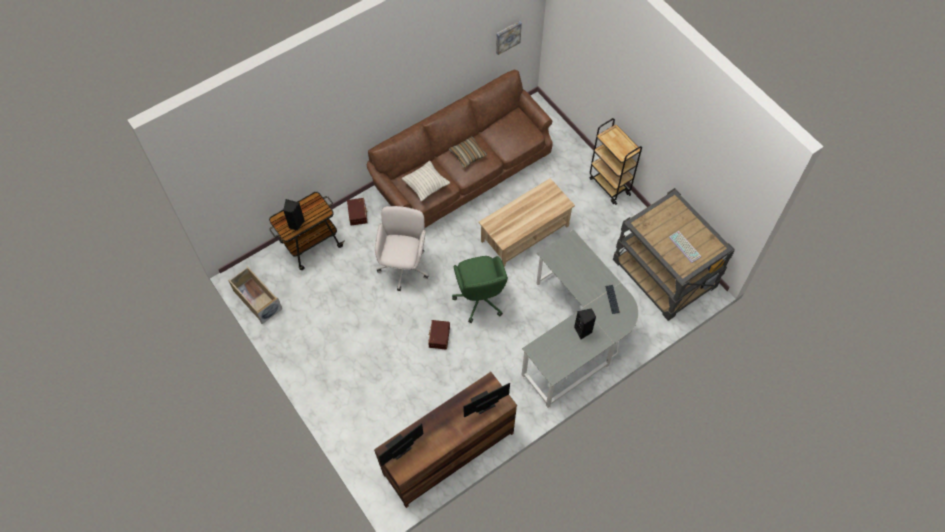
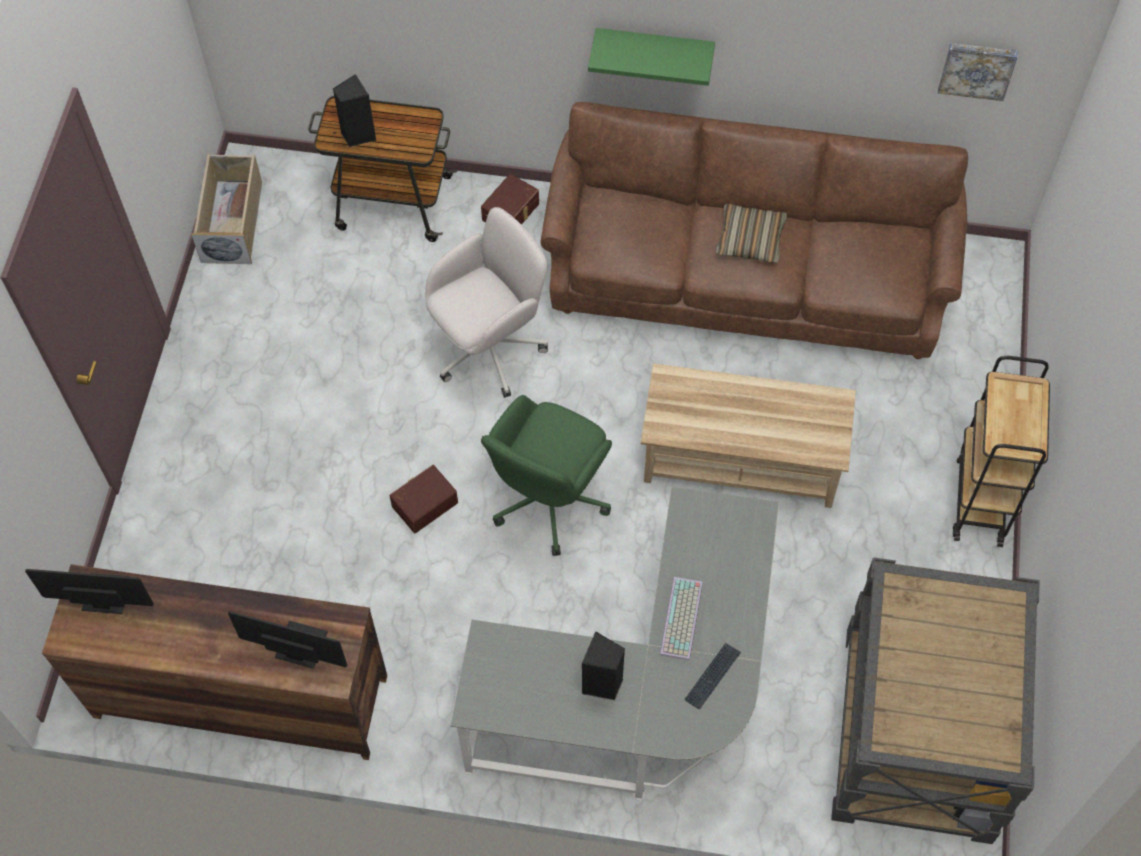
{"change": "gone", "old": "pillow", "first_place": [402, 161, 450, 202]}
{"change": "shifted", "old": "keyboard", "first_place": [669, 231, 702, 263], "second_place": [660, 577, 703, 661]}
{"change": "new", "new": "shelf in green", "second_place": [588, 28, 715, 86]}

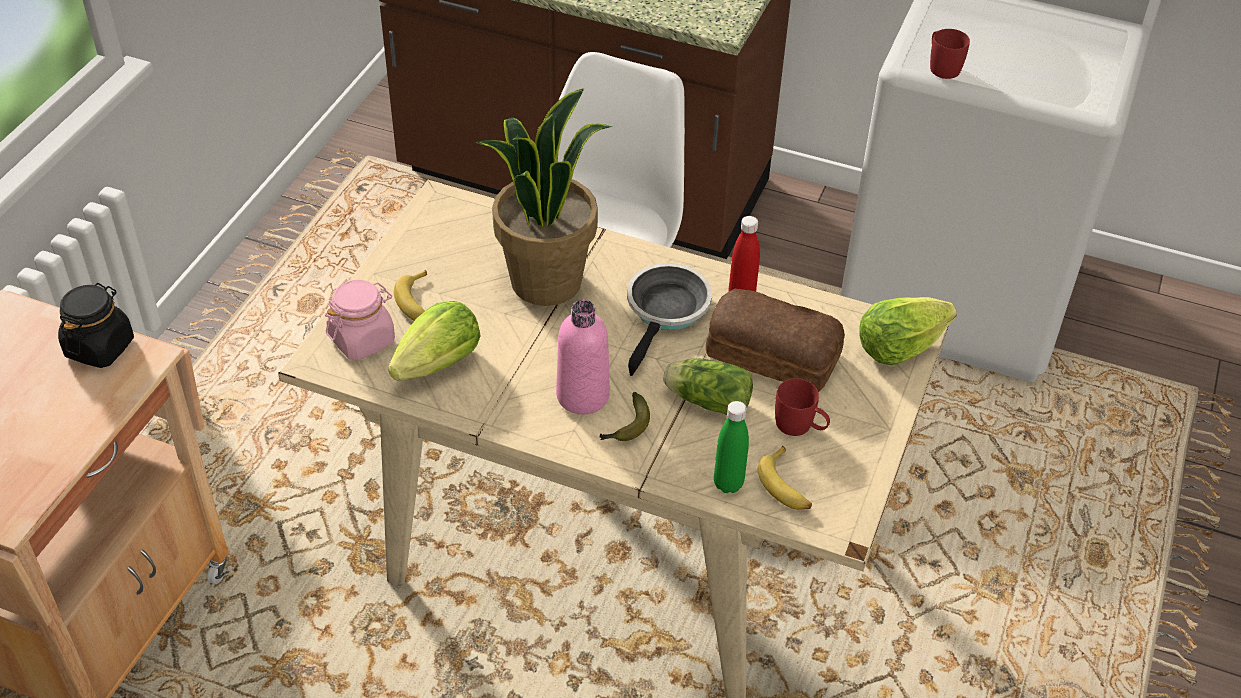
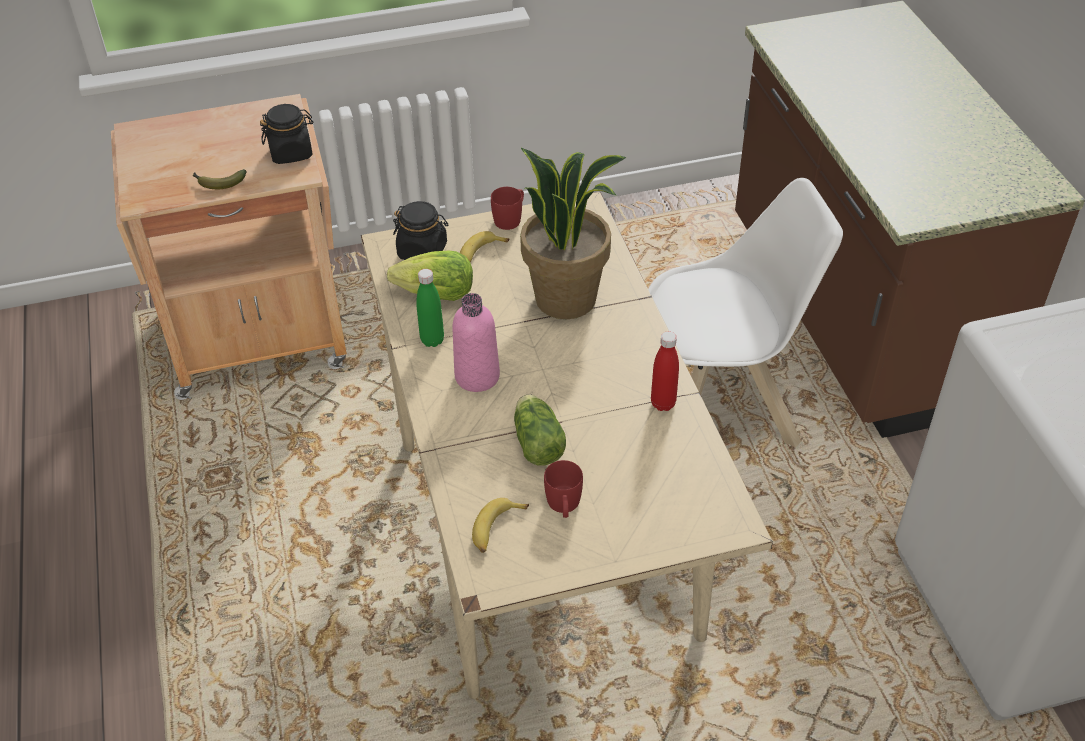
{"change": "repainted", "old": "jar in pink", "new": "jar in black", "first_place": [325, 280, 395, 361], "second_place": [393, 201, 448, 260]}
{"change": "shifted", "old": "banana", "first_place": [600, 392, 650, 441], "second_place": [193, 169, 247, 189]}
{"change": "gone", "old": "frying pan", "first_place": [627, 263, 712, 376]}
{"change": "gone", "old": "bread", "first_place": [706, 289, 845, 393]}
{"change": "shifted", "old": "bottle in green", "first_place": [714, 401, 749, 493], "second_place": [416, 269, 444, 347]}
{"change": "gone", "old": "lettuce", "first_place": [859, 297, 957, 365]}
{"change": "shifted", "old": "mug in red", "first_place": [930, 29, 970, 79], "second_place": [491, 187, 524, 230]}

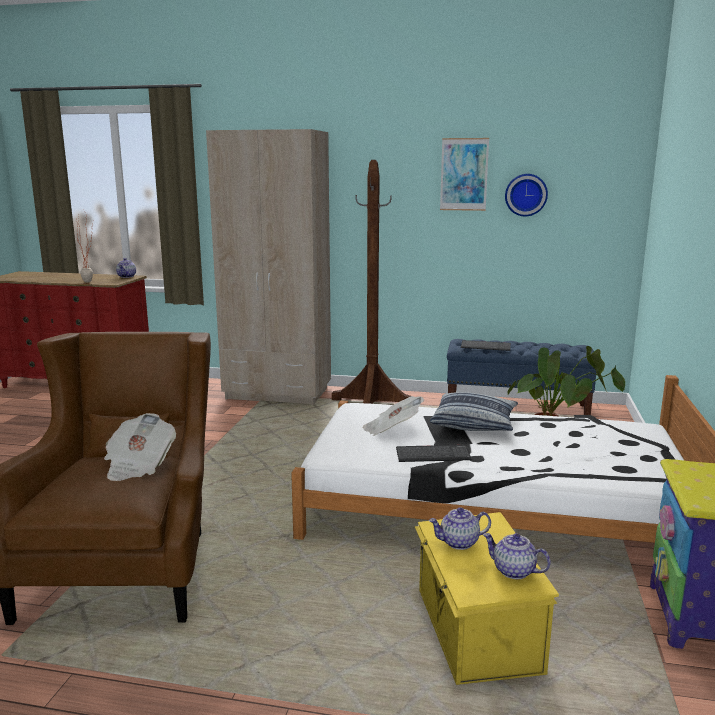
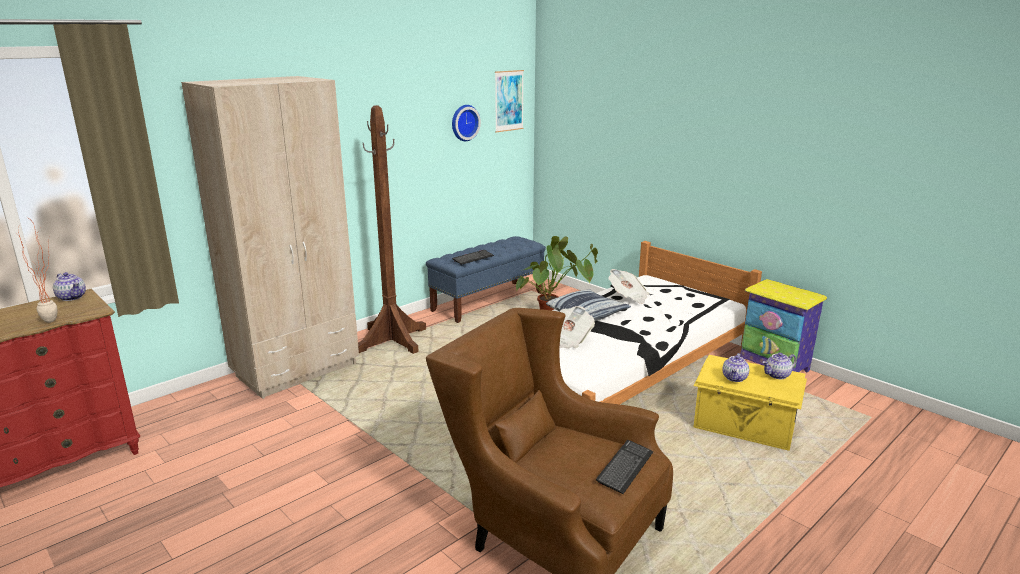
{"change": "shifted", "old": "newspaper", "first_place": [104, 413, 176, 481], "second_place": [608, 269, 649, 304]}
{"change": "shifted", "old": "keyboard", "first_place": [396, 445, 471, 462], "second_place": [596, 440, 653, 494]}
{"change": "shifted", "old": "picture", "first_place": [440, 138, 489, 211], "second_place": [495, 70, 524, 132]}

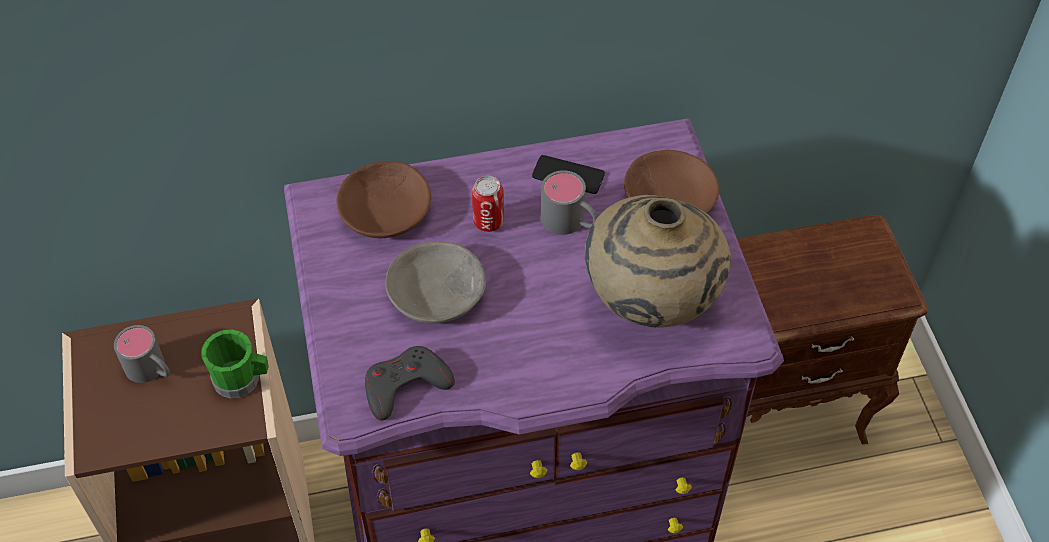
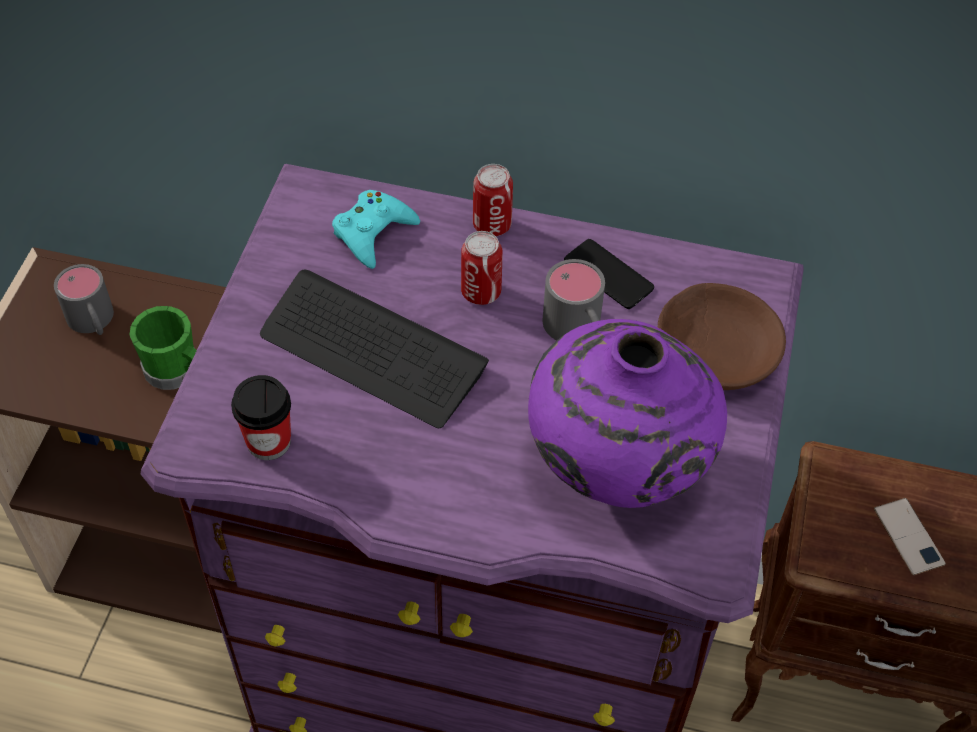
{"change": "swapped", "old": "bowl in brown", "new": "game controller in turquoise", "first_place": [336, 161, 431, 238], "second_place": [332, 190, 420, 269]}
{"change": "swapped", "old": "game controller in grey", "new": "cup", "first_place": [365, 346, 455, 421], "second_place": [231, 375, 291, 460]}
{"change": "swapped", "old": "bowl in grey", "new": "keyboard", "first_place": [385, 241, 486, 324], "second_place": [260, 270, 489, 428]}
{"change": "repainted", "old": "vase in beige", "new": "vase in purple", "first_place": [584, 195, 731, 328], "second_place": [528, 319, 727, 508]}
{"change": "new", "new": "can", "second_place": [473, 164, 513, 236]}
{"change": "new", "new": "phone", "second_place": [874, 498, 946, 575]}

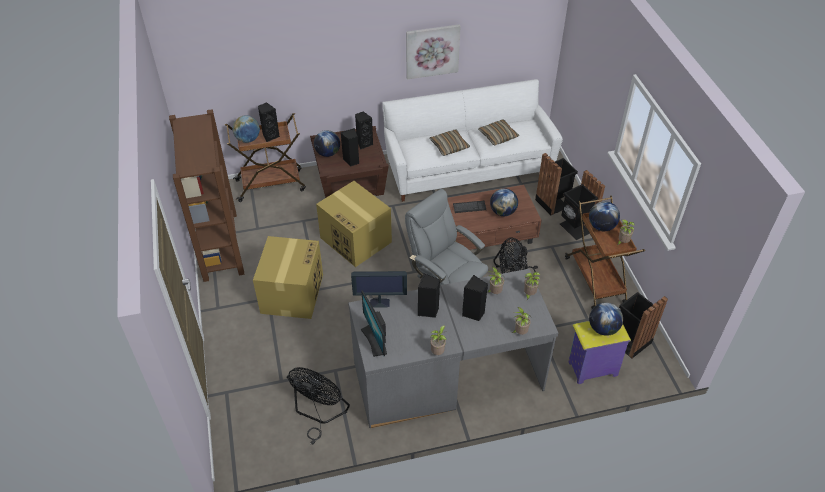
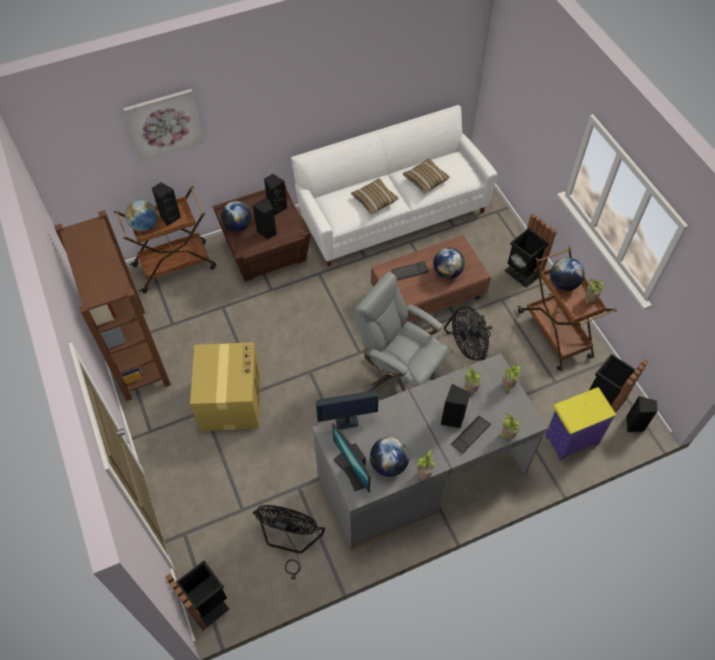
{"change": "gone", "old": "cardboard box", "first_place": [316, 181, 392, 267]}
{"change": "shifted", "old": "picture", "first_place": [406, 24, 461, 80], "second_place": [123, 89, 204, 162]}
{"change": "shifted", "old": "speaker in black", "first_place": [418, 273, 440, 318], "second_place": [626, 396, 658, 432]}
{"change": "shifted", "old": "trash can in black", "first_place": [535, 153, 578, 215], "second_place": [165, 560, 229, 631]}
{"change": "shifted", "old": "globe", "first_place": [589, 302, 623, 336], "second_place": [370, 437, 409, 477]}
{"change": "new", "new": "keyboard", "second_place": [451, 416, 491, 453]}

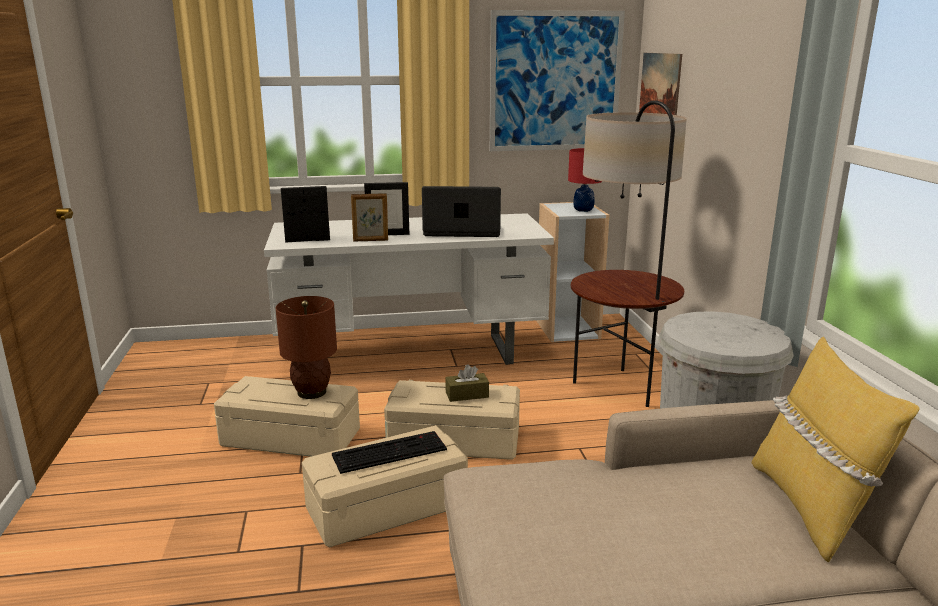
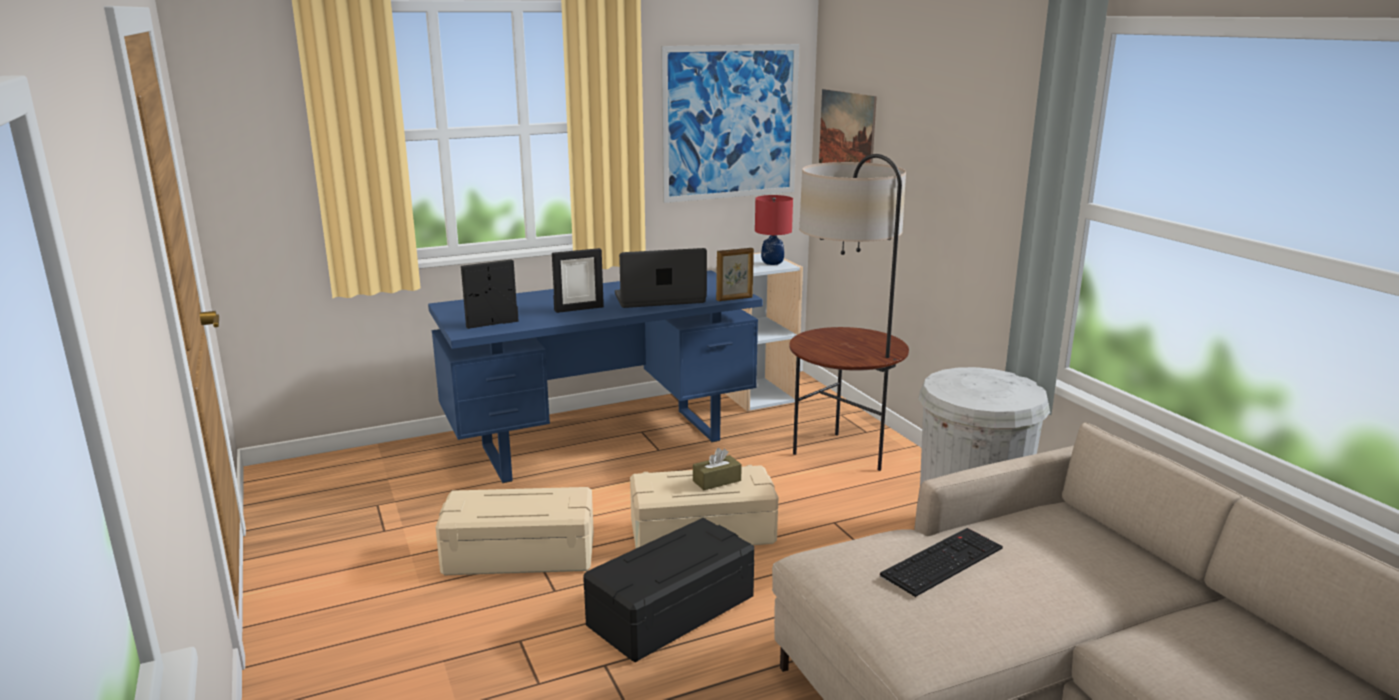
{"change": "repainted", "old": "desk in white", "new": "desk in blue", "first_place": [264, 213, 554, 365], "second_place": [428, 270, 763, 483]}
{"change": "gone", "old": "table lamp in brown", "first_place": [276, 296, 337, 399]}
{"change": "repainted", "old": "storage box in beige", "new": "storage box in black", "first_place": [302, 425, 468, 548], "second_place": [583, 518, 754, 662]}
{"change": "shifted", "old": "keyboard", "first_place": [332, 431, 447, 474], "second_place": [880, 528, 1003, 597]}
{"change": "shifted", "old": "picture frame", "first_place": [351, 193, 388, 241], "second_place": [716, 248, 754, 301]}
{"change": "gone", "old": "pillow in yellow", "first_place": [751, 336, 920, 562]}

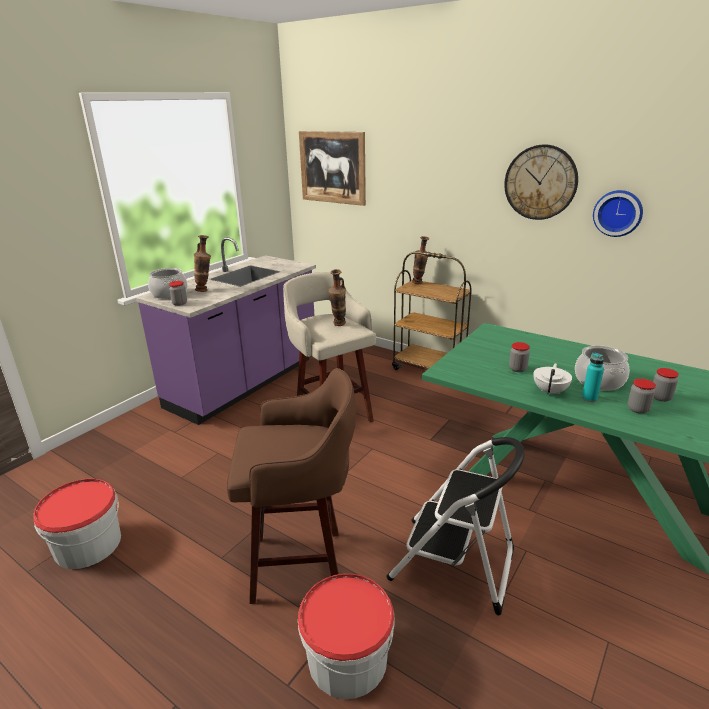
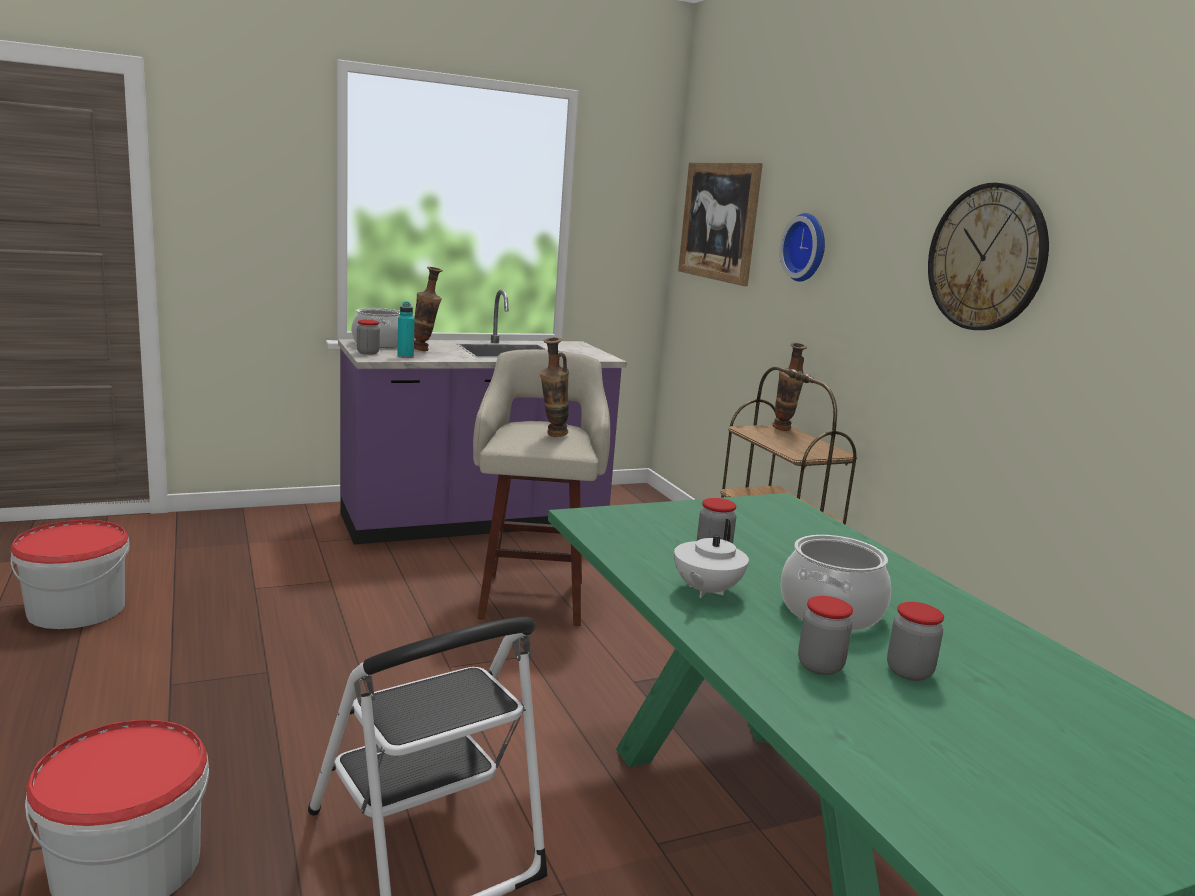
{"change": "gone", "old": "stool in brown", "first_place": [227, 368, 356, 604]}
{"change": "rotated", "old": "teapot in white", "first_place": [533, 363, 572, 396], "second_place": [674, 519, 749, 598], "degrees": 150}
{"change": "shifted", "old": "bottle in turquoise", "first_place": [582, 352, 604, 402], "second_place": [397, 302, 415, 358]}
{"change": "shifted", "old": "wall clock", "first_place": [593, 190, 643, 237], "second_place": [779, 213, 825, 282]}

